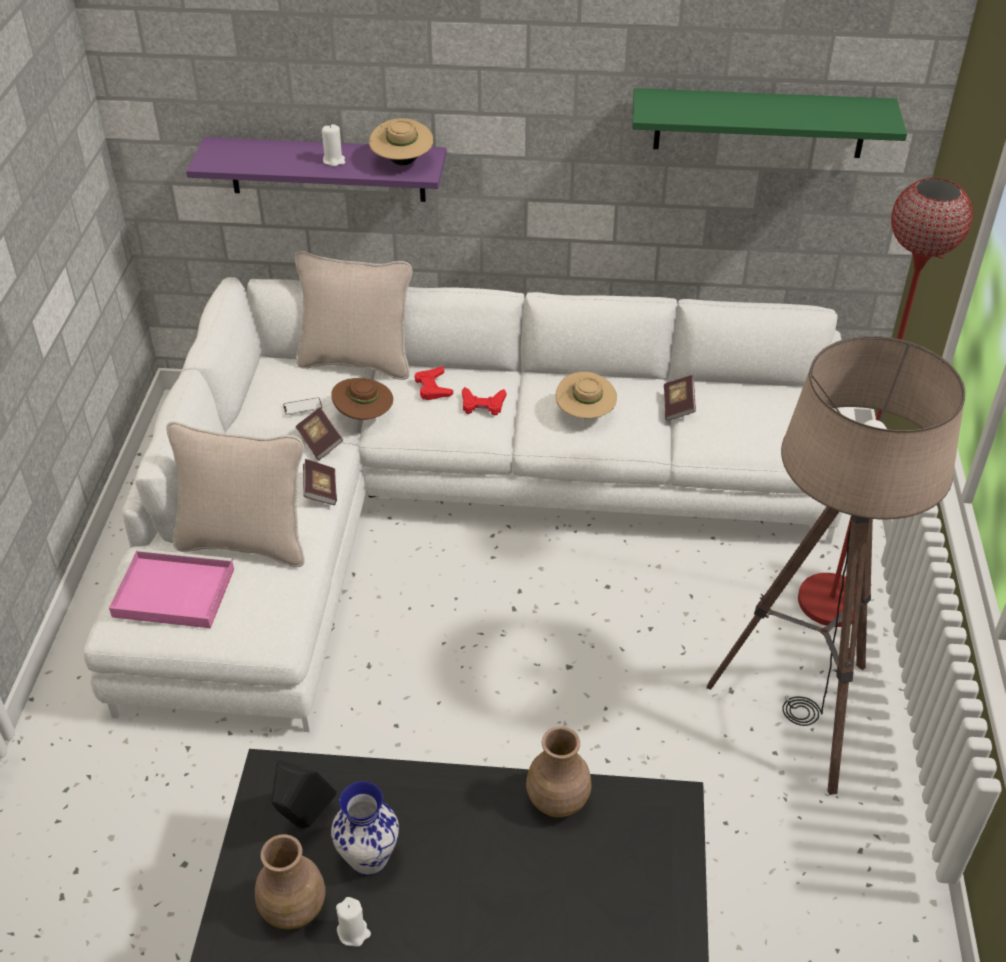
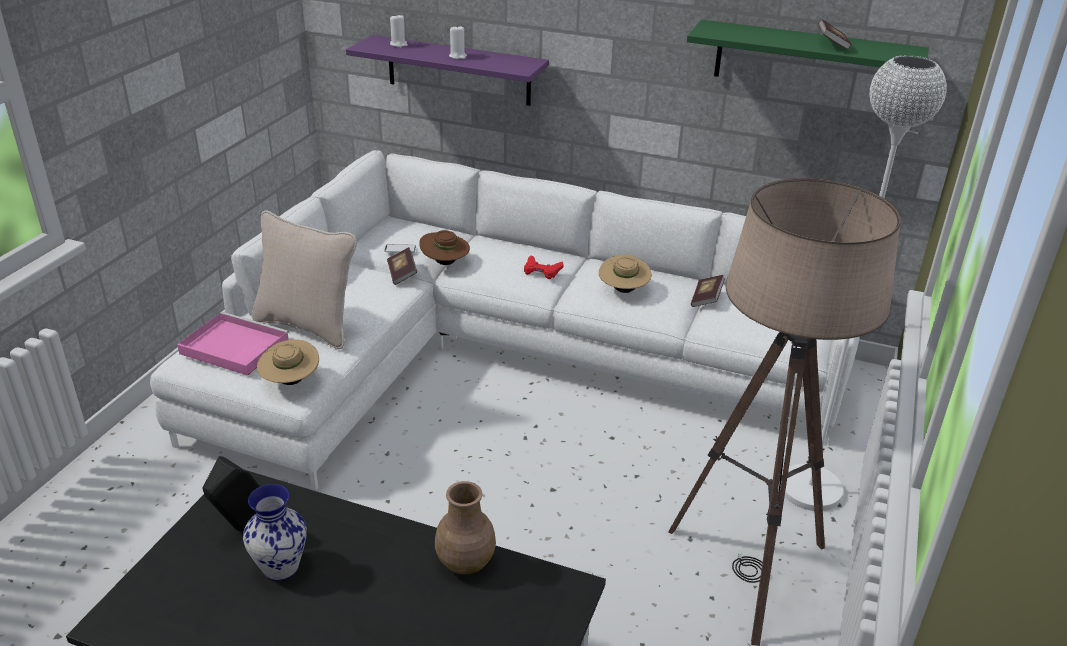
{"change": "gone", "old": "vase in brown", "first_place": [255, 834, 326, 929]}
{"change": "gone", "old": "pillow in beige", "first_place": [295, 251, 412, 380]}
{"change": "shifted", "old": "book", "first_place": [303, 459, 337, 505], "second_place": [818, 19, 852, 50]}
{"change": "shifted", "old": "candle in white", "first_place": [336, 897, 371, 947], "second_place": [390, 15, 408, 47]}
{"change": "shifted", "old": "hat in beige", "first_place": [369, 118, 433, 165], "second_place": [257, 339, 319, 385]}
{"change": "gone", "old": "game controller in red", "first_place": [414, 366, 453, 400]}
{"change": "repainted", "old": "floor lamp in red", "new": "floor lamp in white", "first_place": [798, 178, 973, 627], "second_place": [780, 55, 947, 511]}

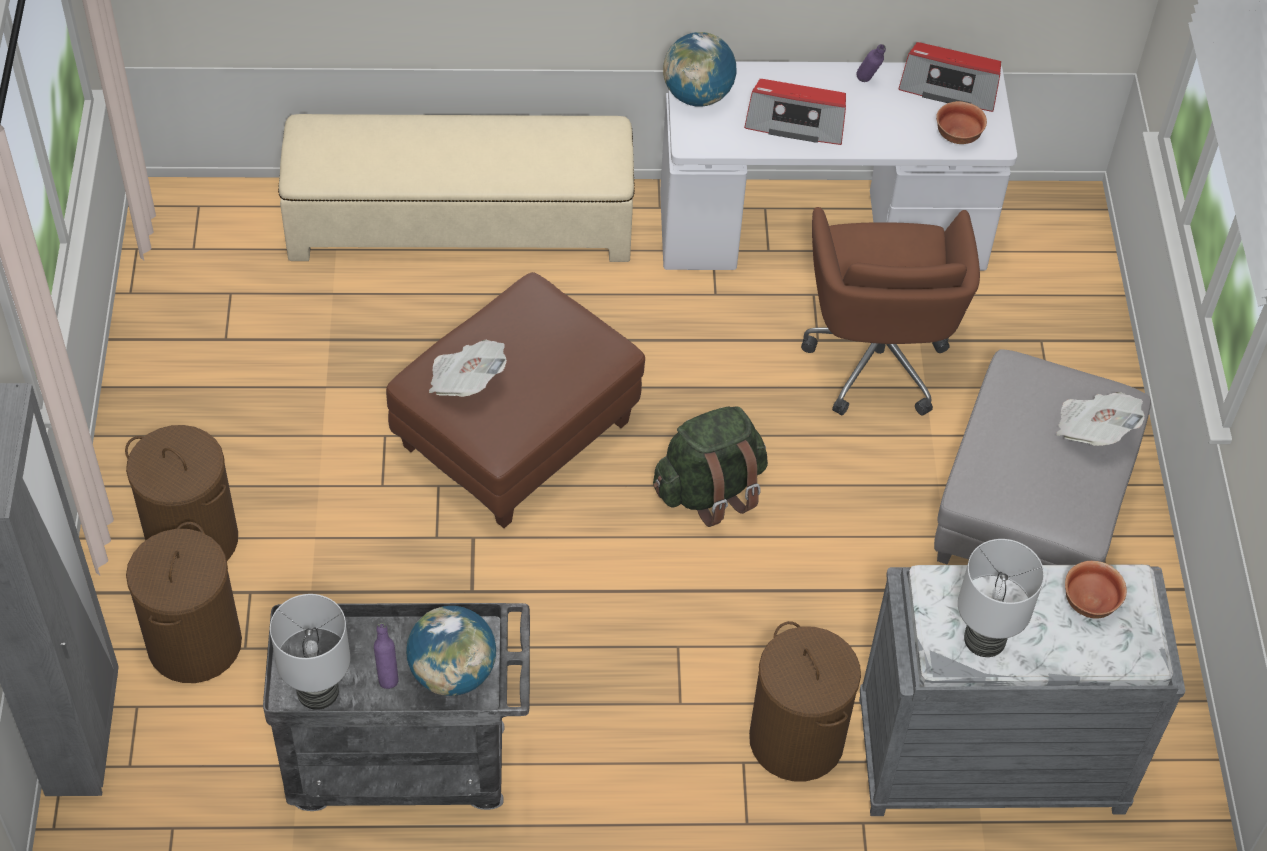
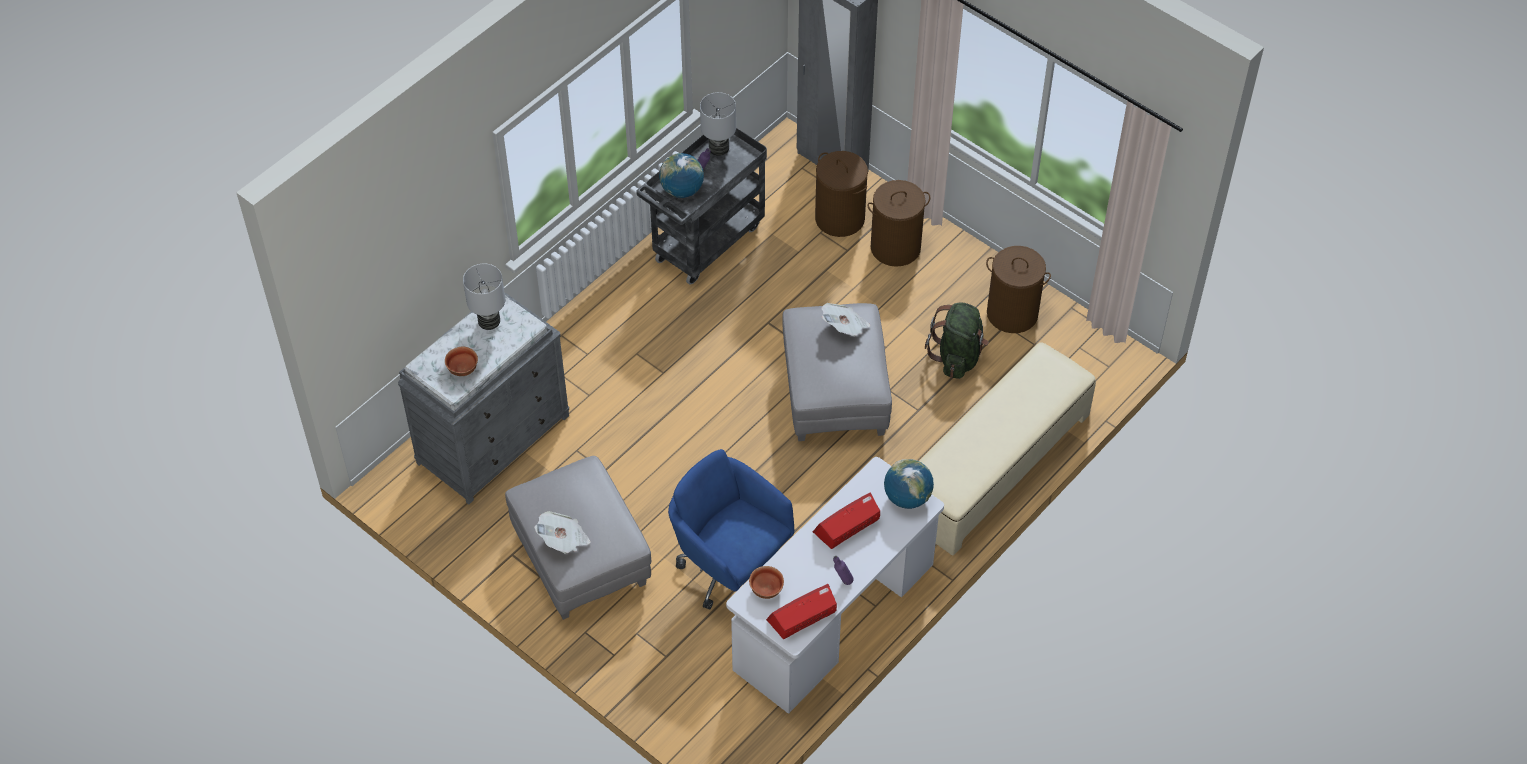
{"change": "repainted", "old": "ottoman in brown", "new": "ottoman in grey", "first_place": [386, 272, 645, 528], "second_place": [782, 303, 892, 441]}
{"change": "shifted", "old": "backpack in green", "first_place": [653, 406, 768, 527], "second_place": [925, 303, 989, 379]}
{"change": "shifted", "old": "laundry basket in brown", "first_place": [749, 621, 861, 781], "second_place": [986, 246, 1051, 333]}
{"change": "repainted", "old": "office chair in brown", "new": "office chair in blue", "first_place": [801, 207, 980, 416], "second_place": [668, 449, 794, 610]}

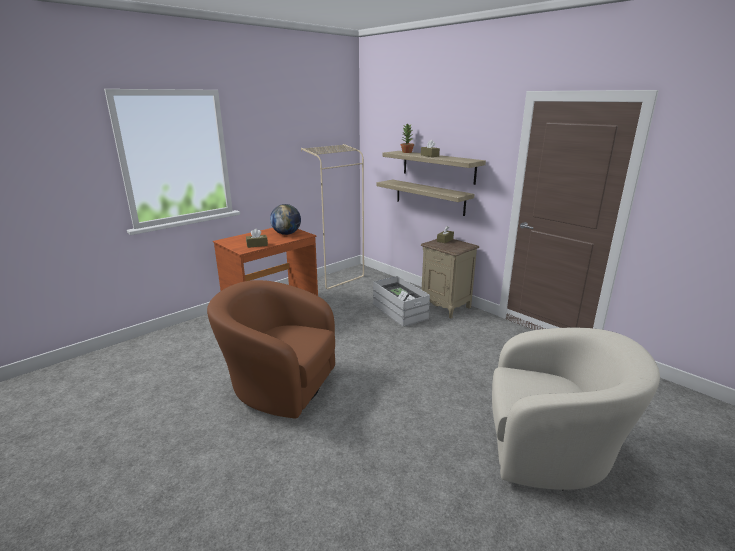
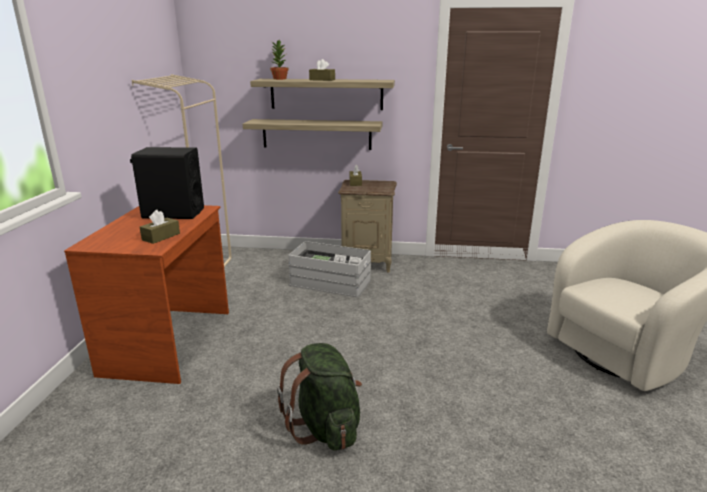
{"change": "swapped", "old": "armchair in brown", "new": "backpack in green", "first_place": [207, 280, 335, 418], "second_place": [277, 343, 362, 451]}
{"change": "swapped", "old": "globe", "new": "speaker in black", "first_place": [270, 204, 301, 235], "second_place": [130, 147, 204, 219]}

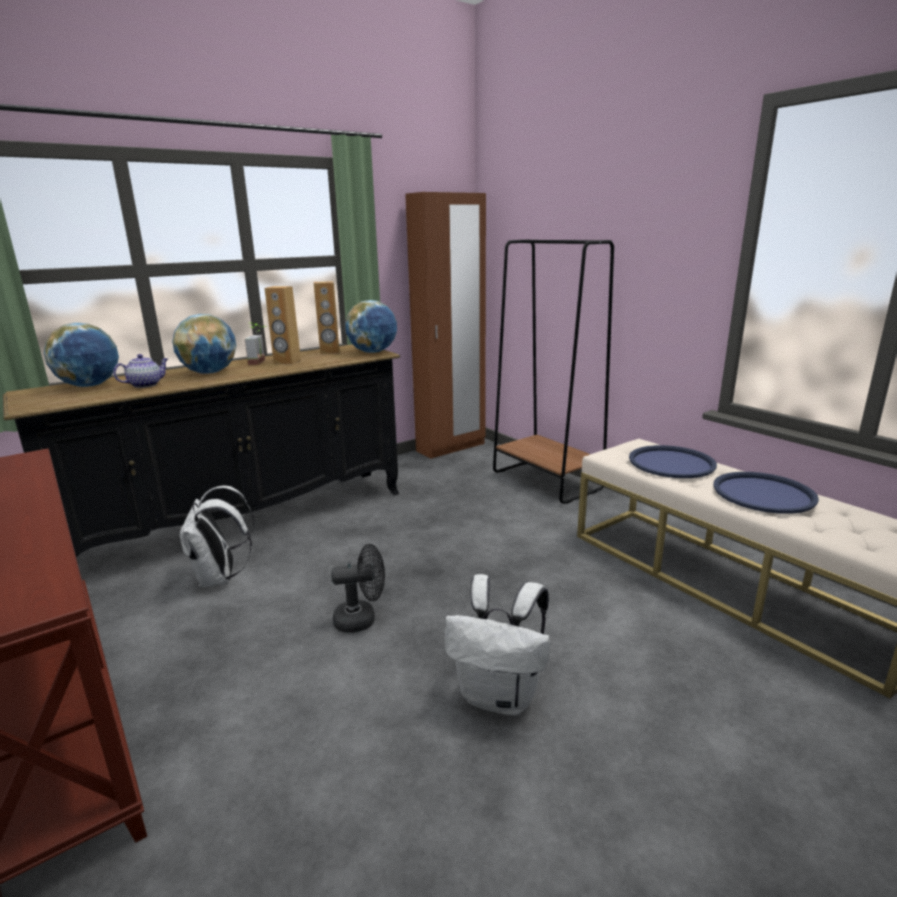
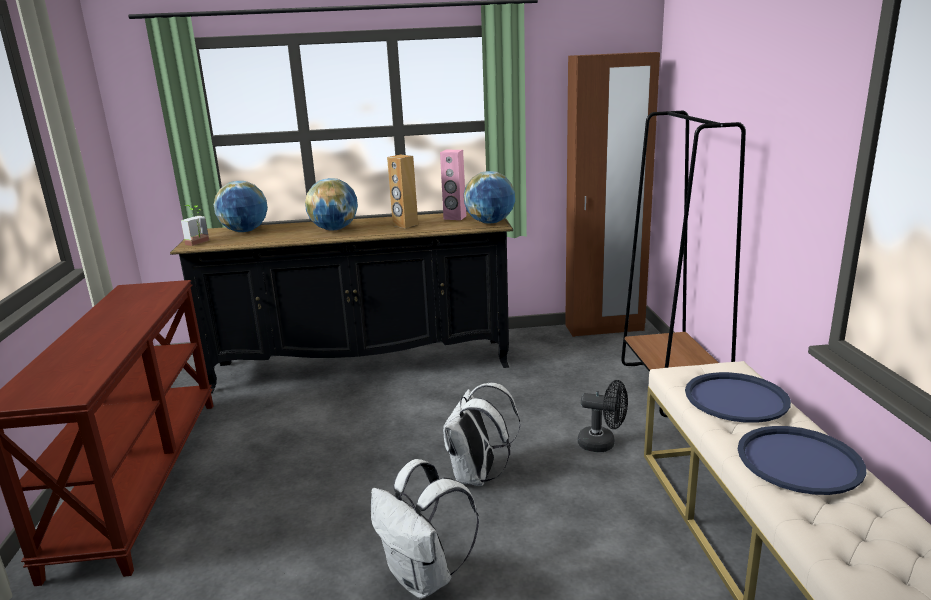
{"change": "gone", "old": "teapot", "first_place": [113, 354, 168, 388]}
{"change": "shifted", "old": "backpack in white", "first_place": [180, 486, 255, 588], "second_place": [443, 383, 520, 486]}
{"change": "shifted", "old": "potted plant", "first_place": [245, 323, 266, 365], "second_place": [181, 205, 209, 246]}
{"change": "repainted", "old": "speaker in brown", "new": "speaker in pink", "first_place": [314, 281, 340, 354], "second_place": [440, 150, 466, 220]}
{"change": "shifted", "old": "fan in black", "first_place": [331, 544, 385, 633], "second_place": [578, 380, 628, 452]}

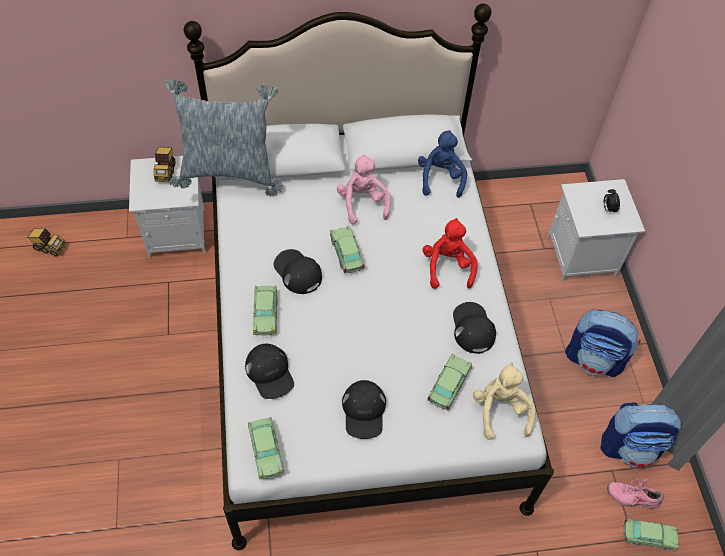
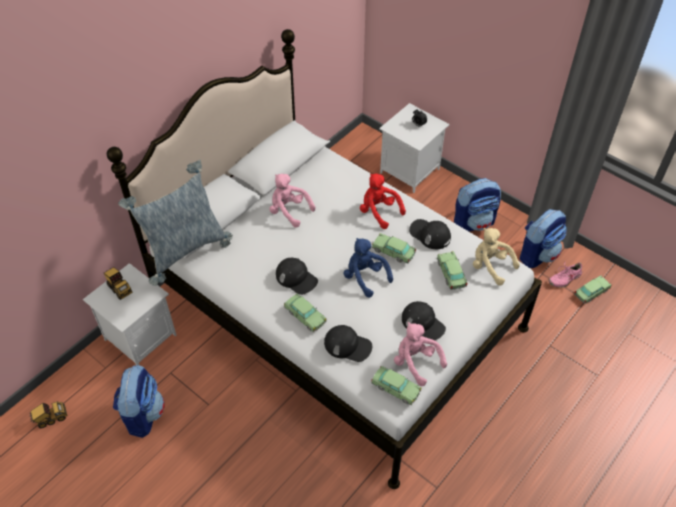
{"change": "rotated", "old": "cap in black", "first_place": [273, 249, 322, 294], "second_place": [276, 258, 318, 295], "degrees": -150}
{"change": "shifted", "old": "toy car", "first_place": [330, 226, 365, 274], "second_place": [372, 233, 416, 263]}
{"change": "shifted", "old": "plush toy in blue", "first_place": [418, 130, 467, 198], "second_place": [344, 238, 393, 298]}
{"change": "new", "new": "backpack", "second_place": [113, 365, 165, 438]}
{"change": "new", "new": "plush toy in pink", "second_place": [394, 322, 447, 386]}

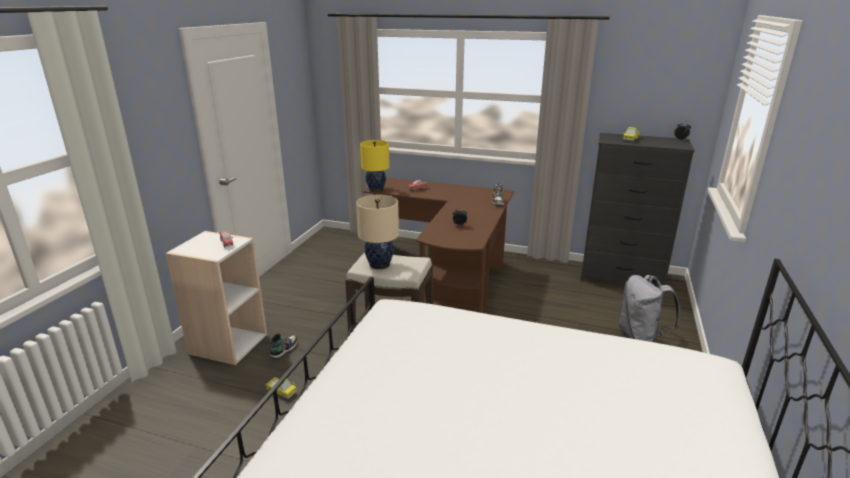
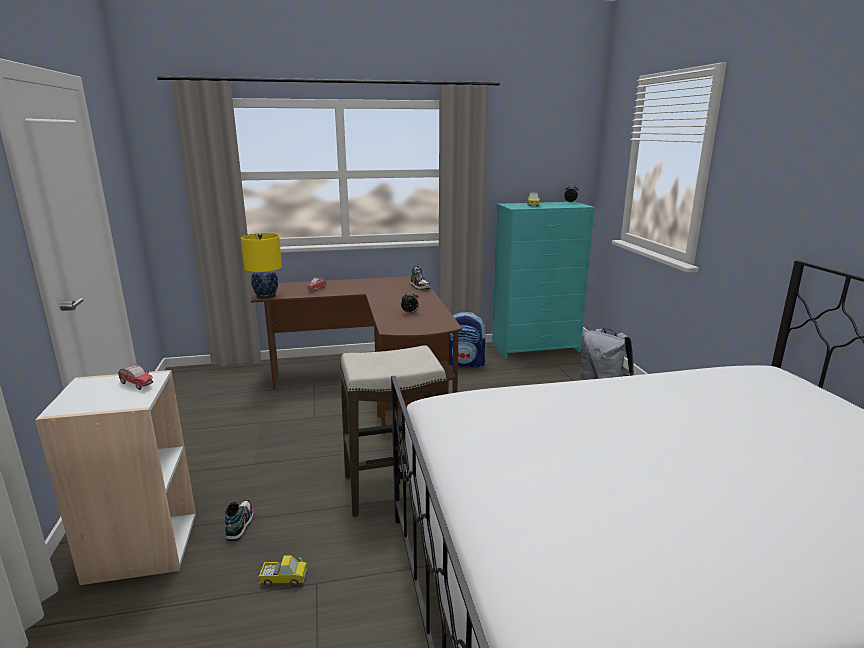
{"change": "gone", "old": "table lamp in beige", "first_place": [356, 195, 399, 269]}
{"change": "repainted", "old": "dresser in black", "new": "dresser in turquoise", "first_place": [581, 133, 695, 293], "second_place": [492, 202, 595, 359]}
{"change": "new", "new": "backpack", "second_place": [449, 312, 487, 368]}

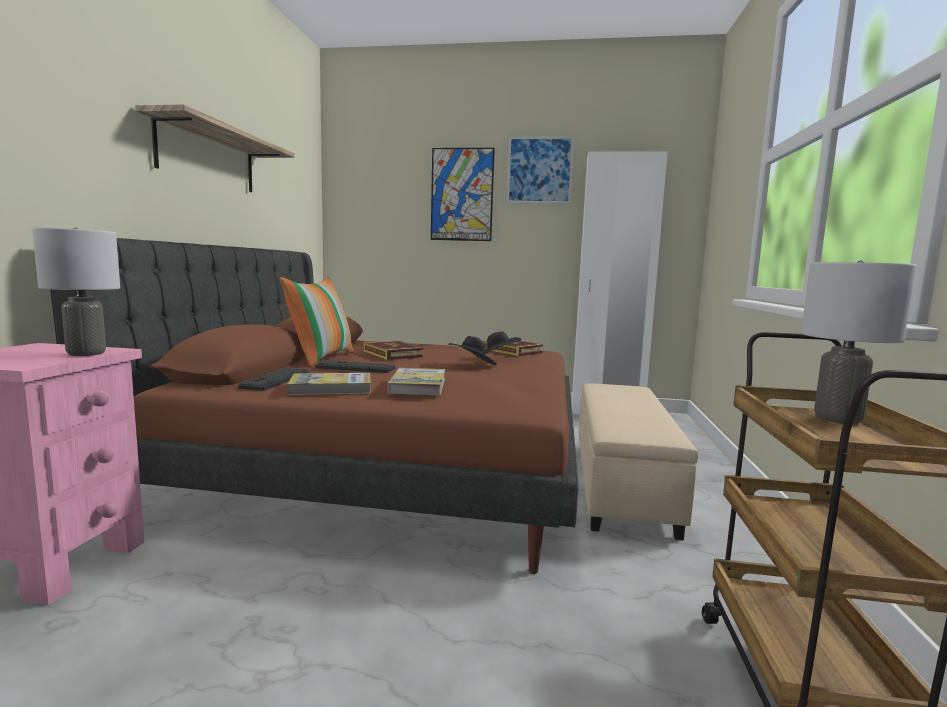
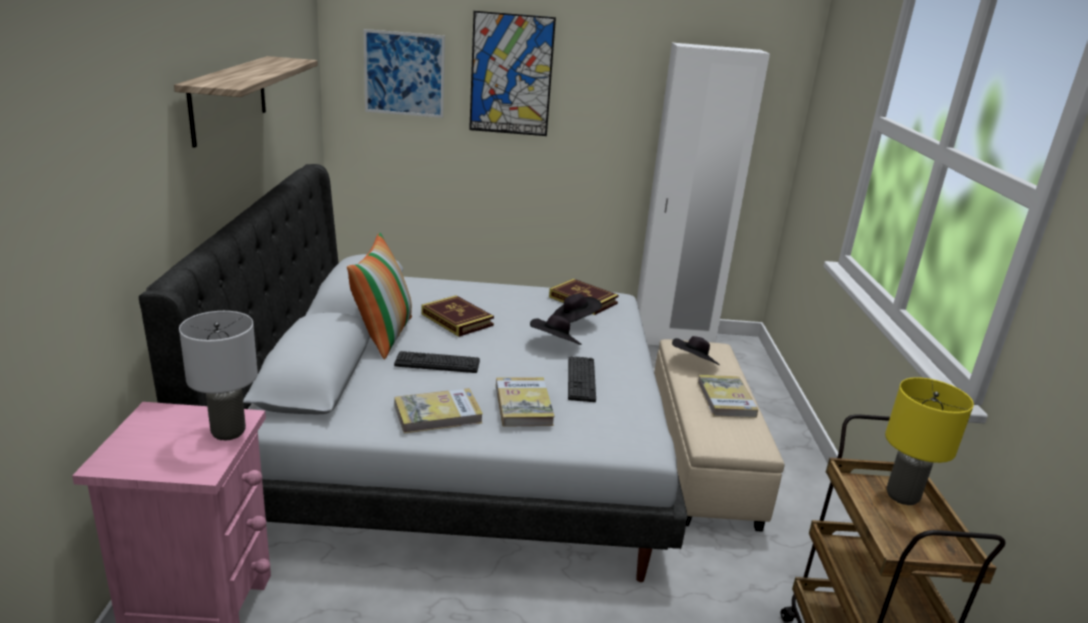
{"change": "repainted", "old": "bed in brown", "new": "bed in grey", "first_place": [50, 238, 578, 574], "second_place": [139, 164, 688, 582]}
{"change": "shifted", "old": "keyboard", "first_place": [238, 368, 309, 391], "second_place": [568, 356, 596, 402]}
{"change": "shifted", "old": "picture", "first_place": [507, 136, 574, 204], "second_place": [364, 29, 445, 118]}
{"change": "repainted", "old": "table lamp in white", "new": "table lamp in yellow", "first_place": [801, 260, 917, 424], "second_place": [885, 377, 974, 505]}
{"change": "new", "new": "hat in black", "second_place": [672, 336, 720, 365]}
{"change": "new", "new": "book", "second_place": [697, 375, 758, 418]}

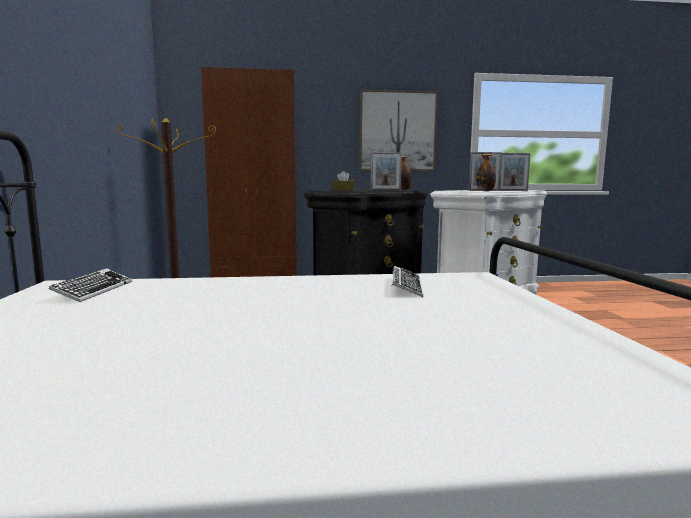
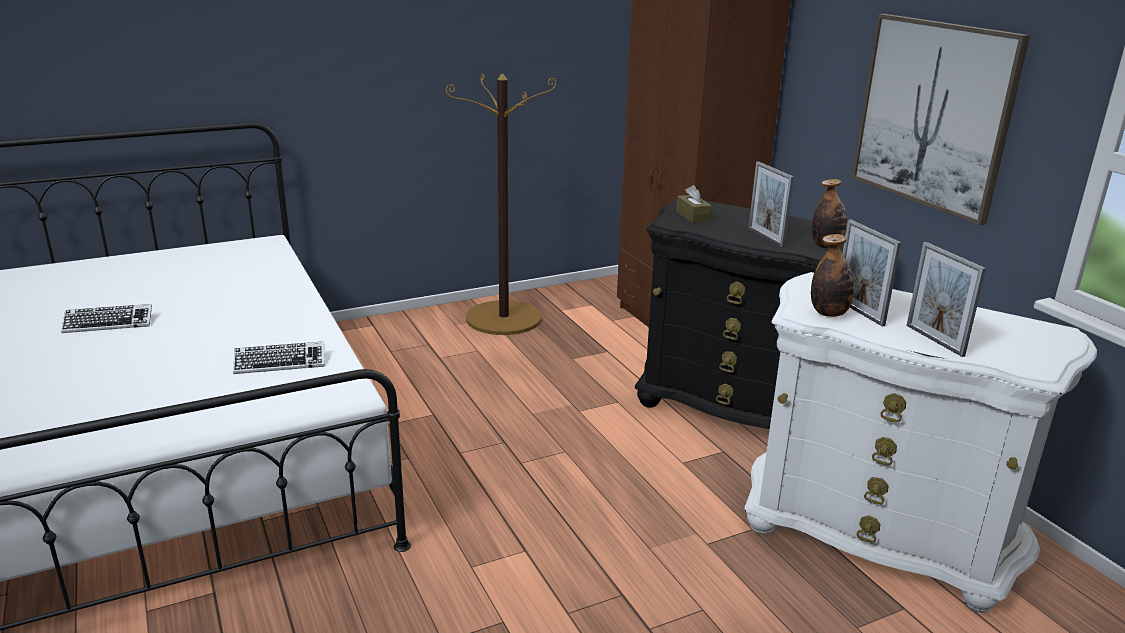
{"change": "shifted", "old": "keyboard", "first_place": [49, 268, 132, 302], "second_place": [61, 304, 152, 333]}

